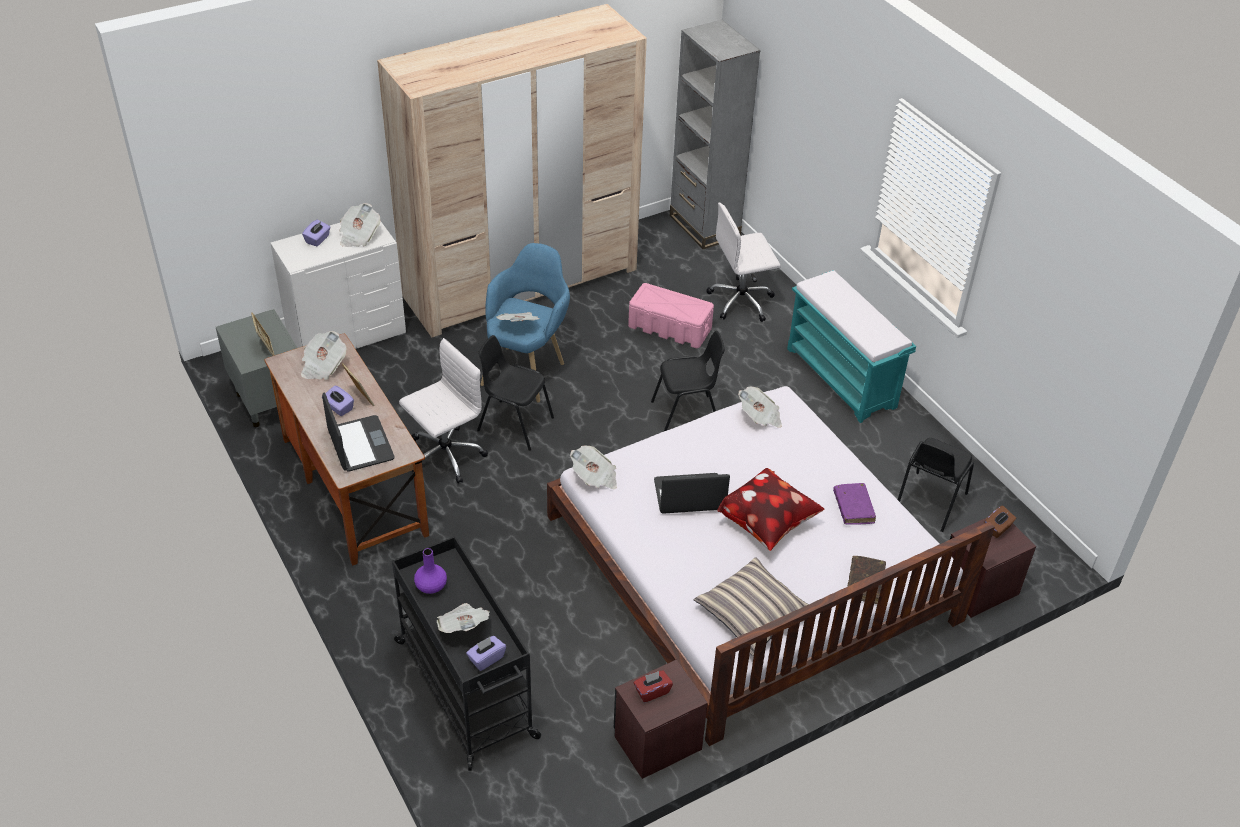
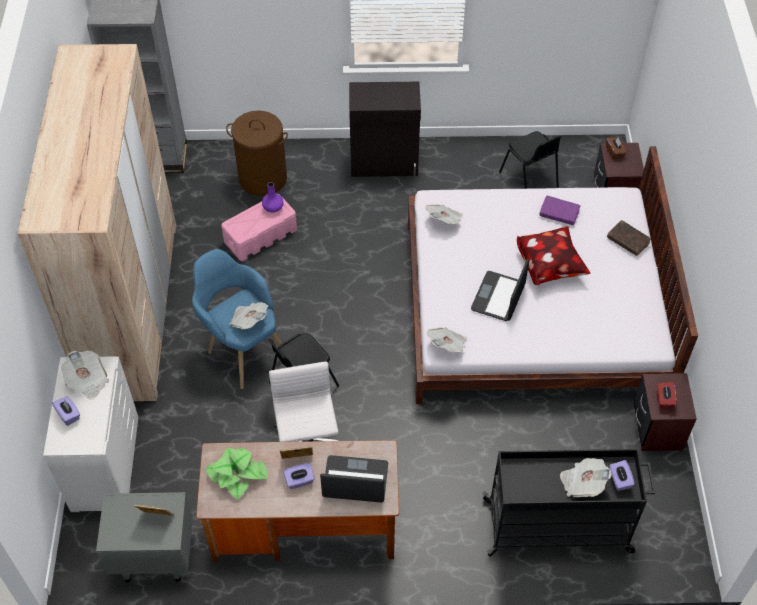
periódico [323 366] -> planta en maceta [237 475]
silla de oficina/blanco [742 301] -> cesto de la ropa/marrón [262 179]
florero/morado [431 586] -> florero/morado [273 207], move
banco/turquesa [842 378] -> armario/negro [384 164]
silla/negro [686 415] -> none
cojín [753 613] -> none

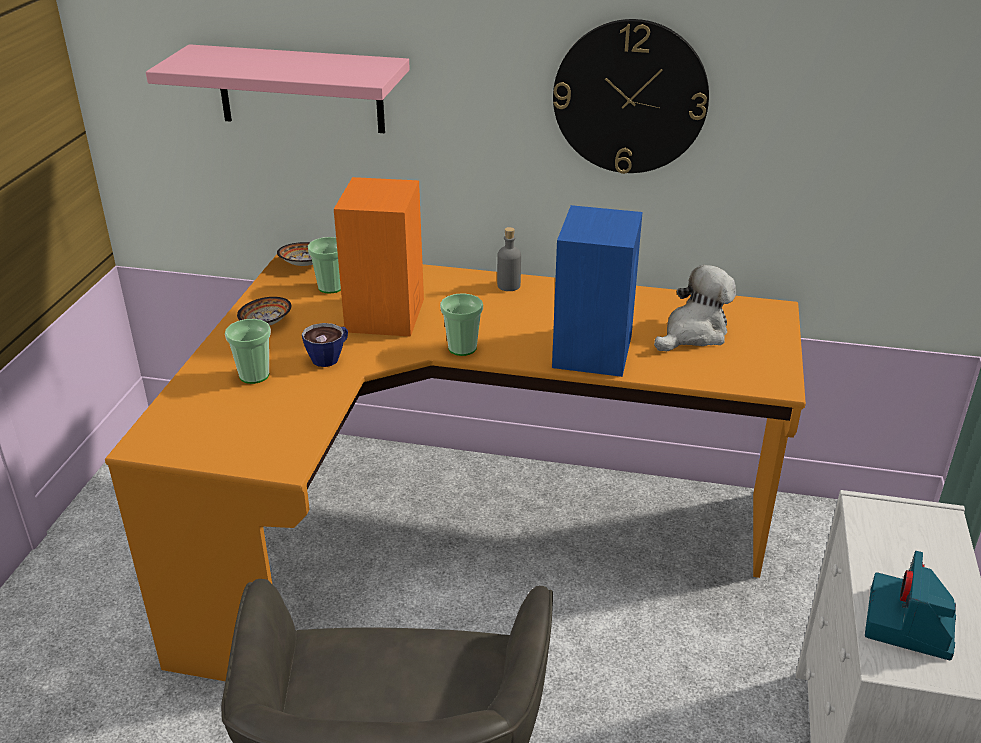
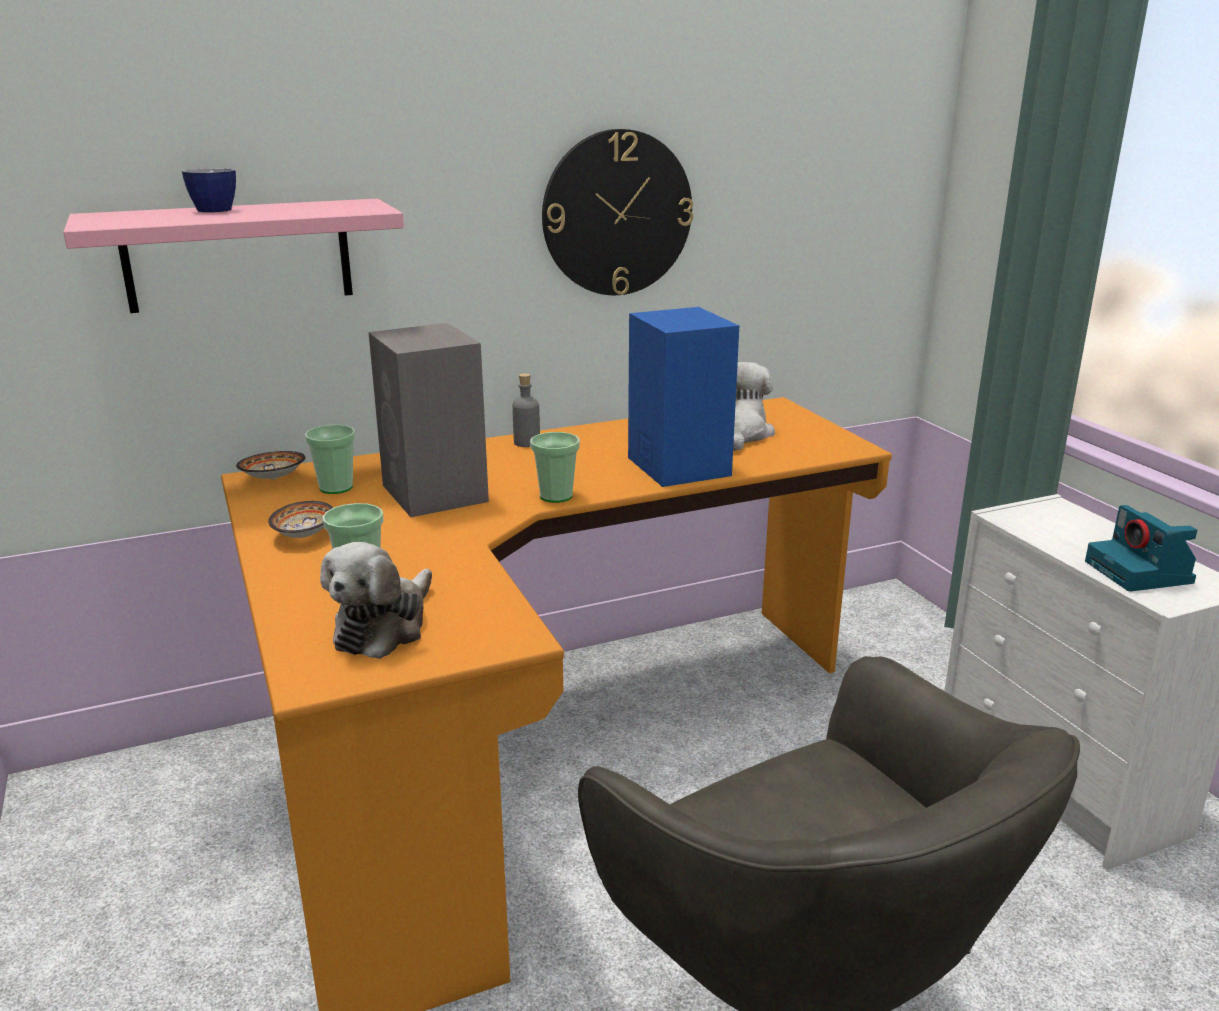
taza [330 357] -> taza [217 209], move
none -> peluche [384 627]
altavoz/naranja [384 316] -> altavoz/gris [435 494]

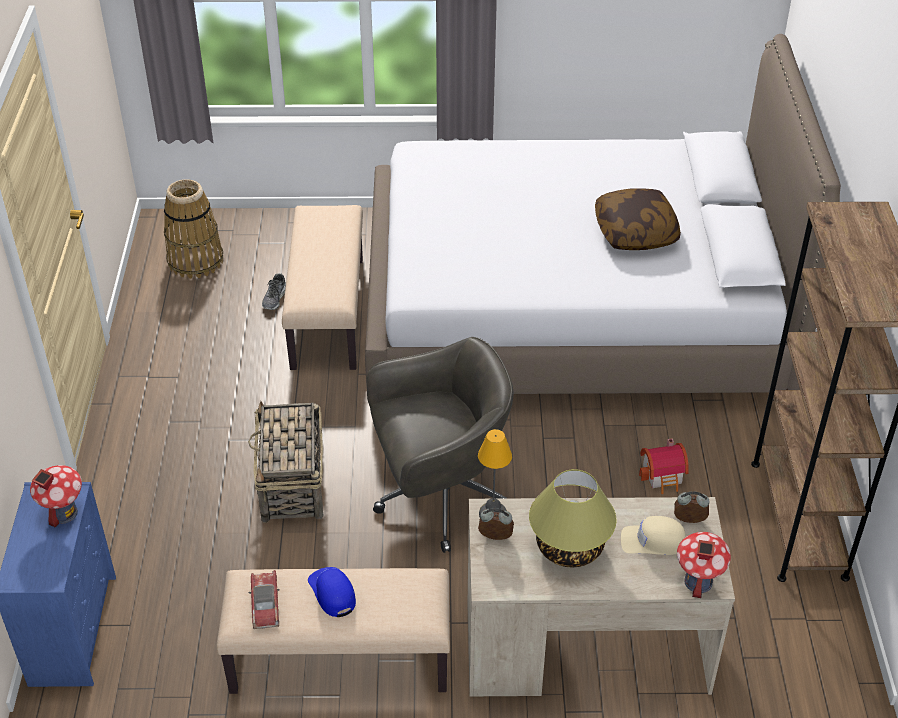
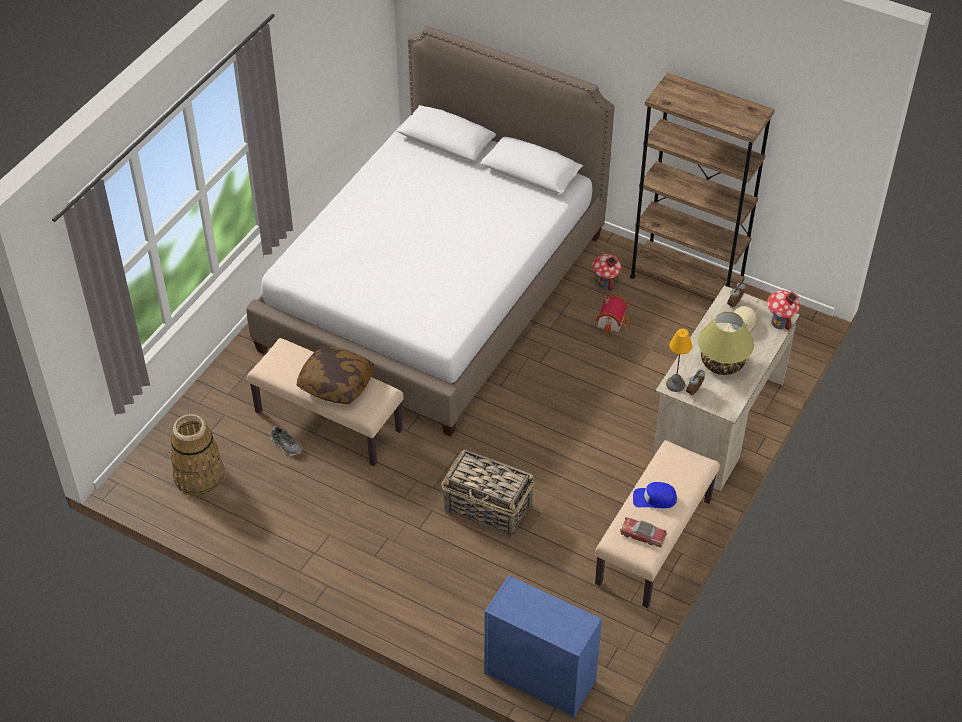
cojín [635 232] -> cojín [336 383], move
casita [63 513] -> casita [605 283], move
silla de oficina/gris [440 497] -> none

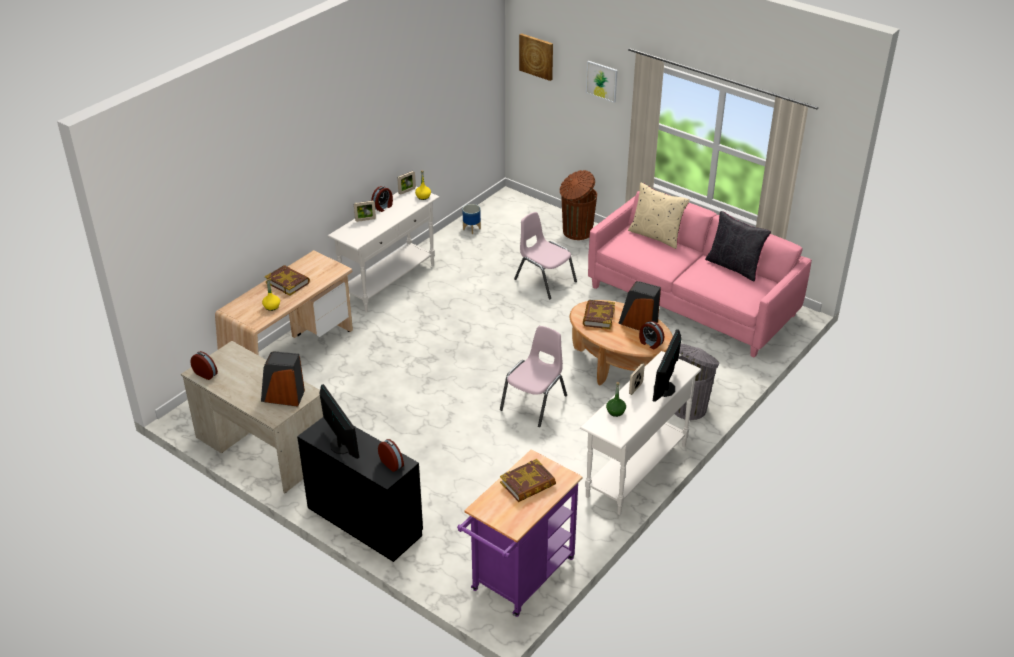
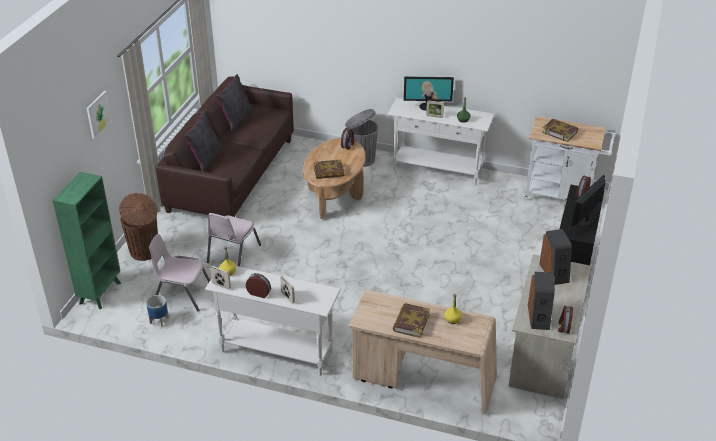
none -> estantería/verde [101 292]
silla/rosa [534 403] -> silla/rosa [182 294], move
sofá/rosa [692 301] -> sofá/marrón [232 175]
cojín/beis [656 236] -> cojín/negro [206 159]
carrito/morado [519 579] -> carrito/blanco [563 196]
altavoz [638 323] -> altavoz [539 316], move
cuadro [537 56] -> none

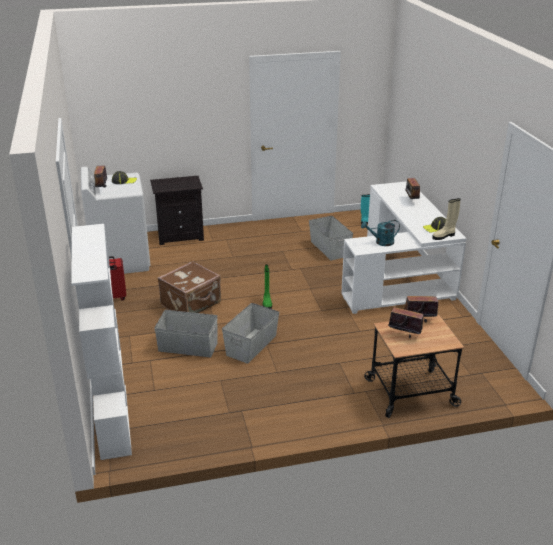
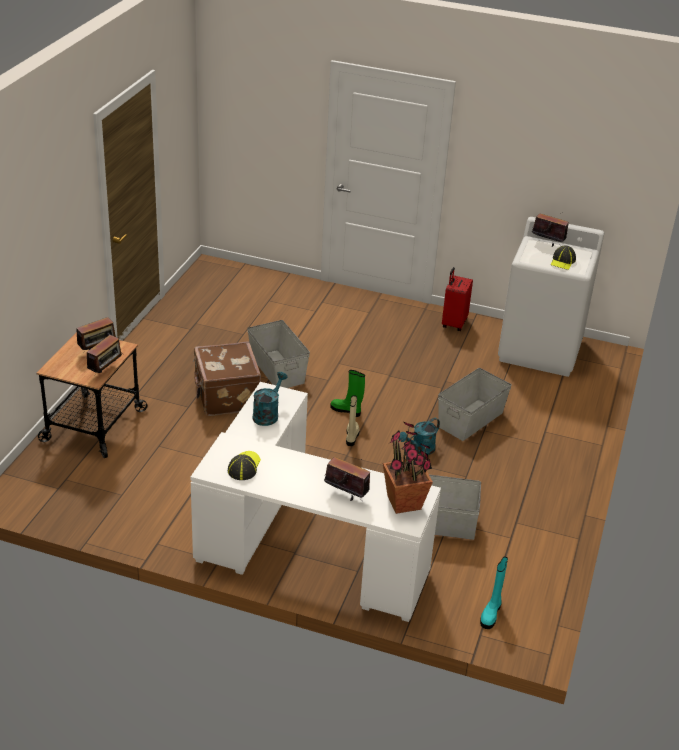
maleta/marrón [192 304] -> maleta/marrón [226 396], move
bota/beis [444 236] -> bota/beis [351 436], move
none -> planta en maceta [404 503]
none -> regadera/turquesa [420 449]
caja de almacenaje/gris [188 347] -> caja de almacenaje/gris [470 419], move
estantería/blanco [113 420] -> none
mesita de noche/negro [180 236] -> none

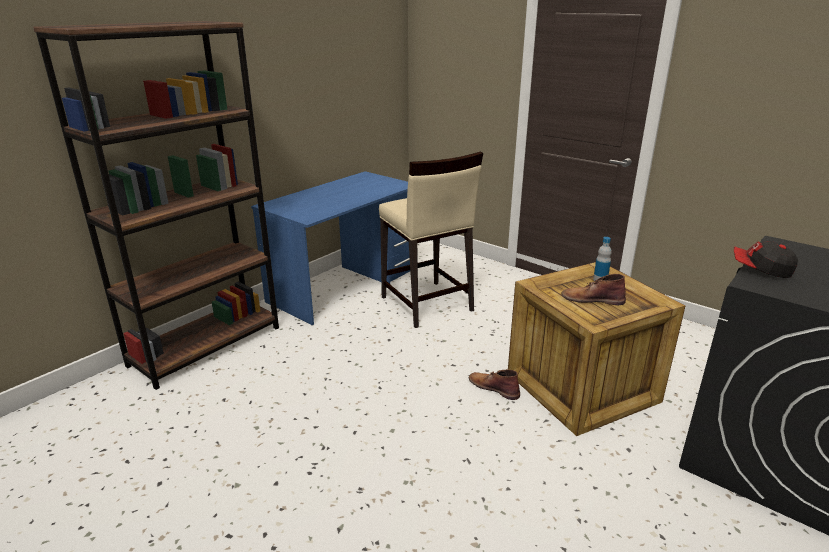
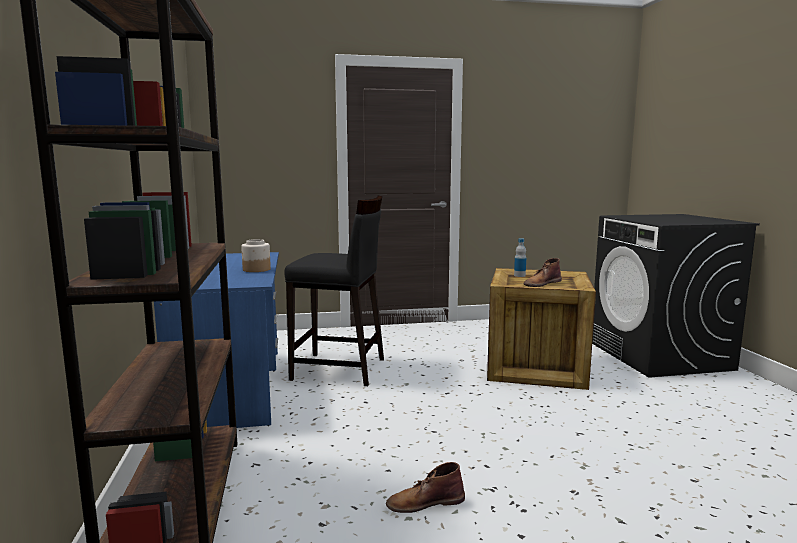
none -> tarro [256 269]
taburete/beis [426 304] -> taburete/negro [339 369]
bota/marrón [493 387] -> bota/marrón [424 502], move
gorra [760 269] -> none

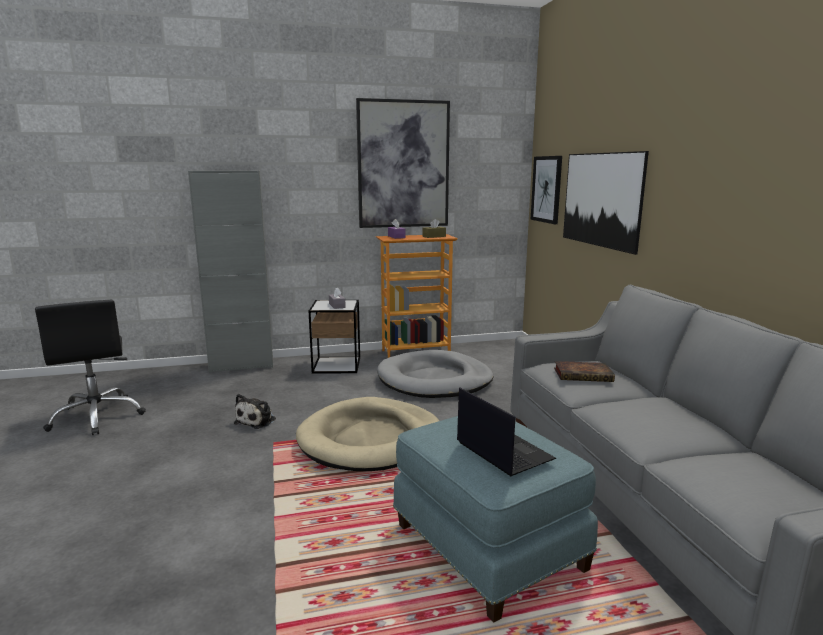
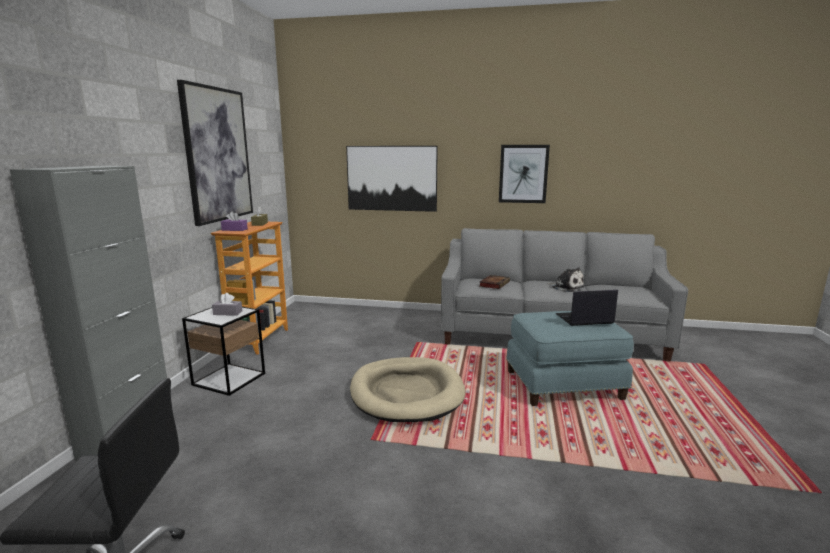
cuadro [546 189] -> cuadro [523 174], move
peluche [257 420] -> peluche [566 287], move
cama para perro/gris [435 380] -> none

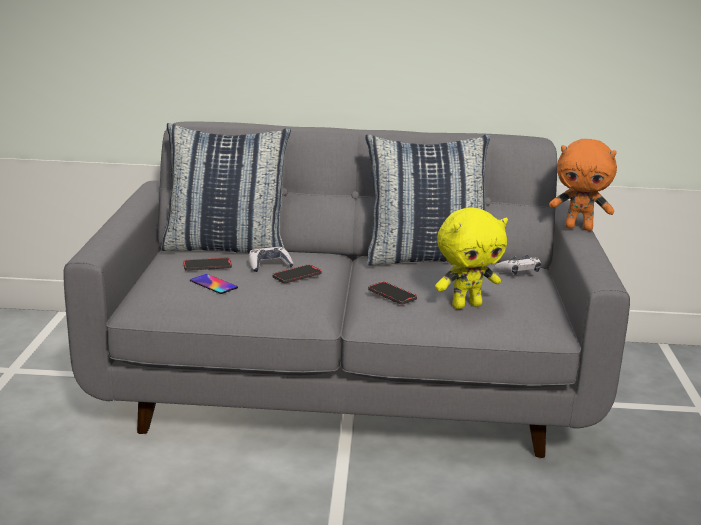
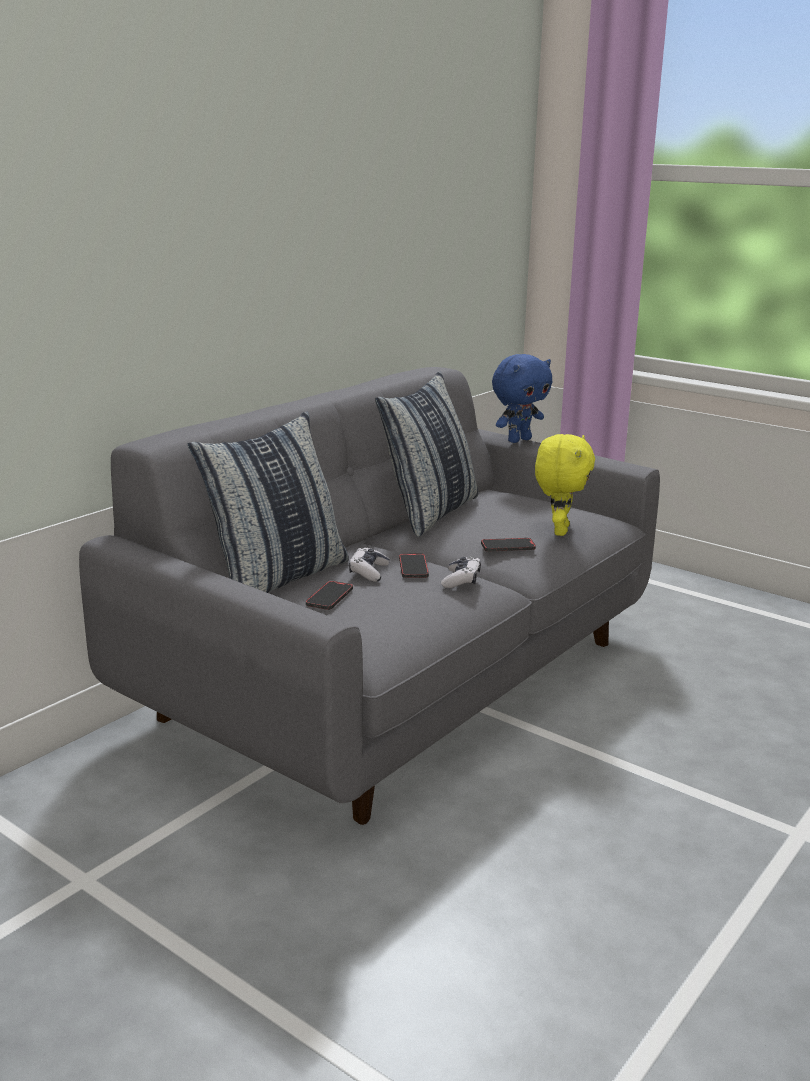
mando de consola [518 272] -> mando de consola [461 580], move
peluche/naranja [579 228] -> peluche/azul [518 440]
móvil [213 284] -> none

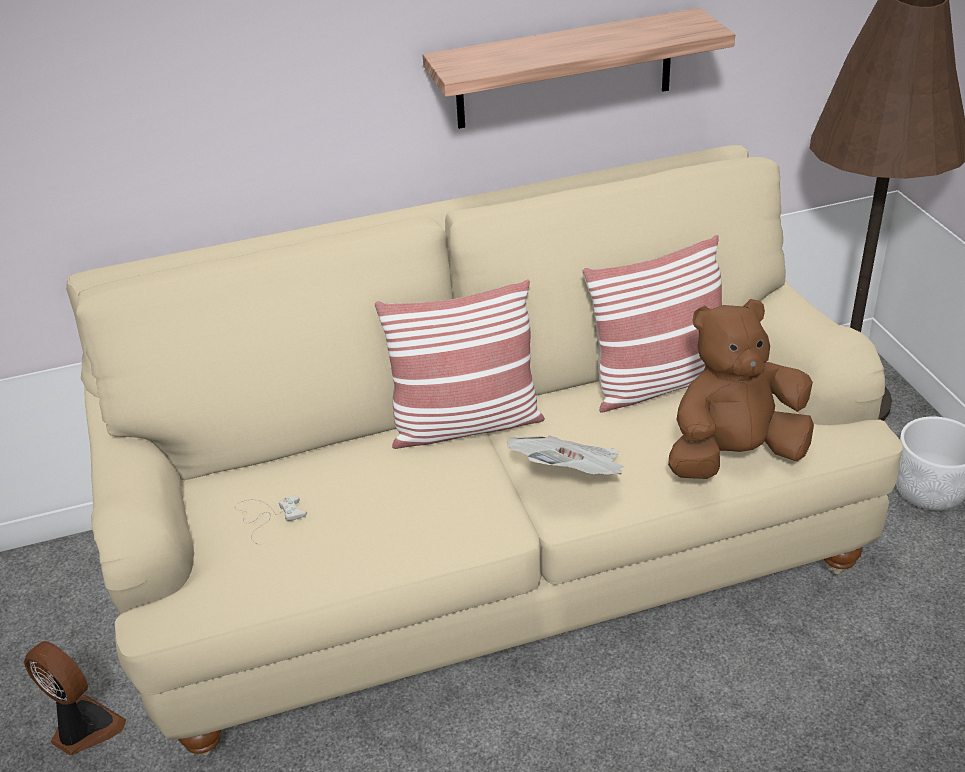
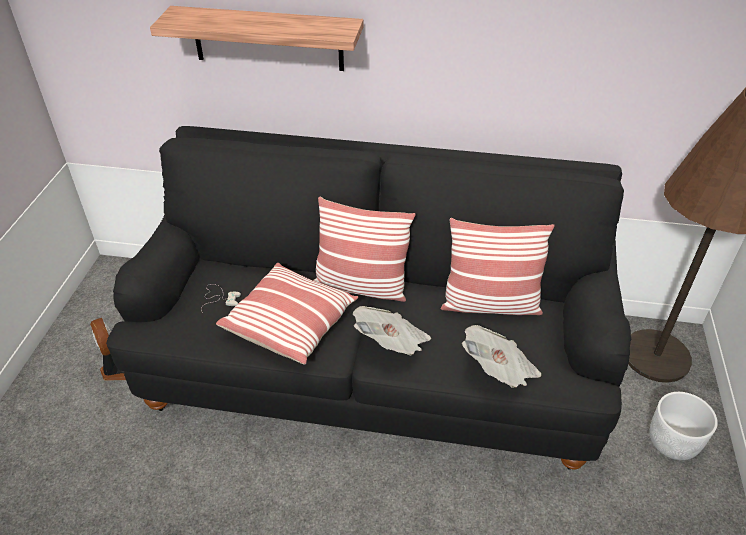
sofá/beis [491 556] -> sofá/negro [373 365]
estante [564 69] -> estante [268 38], move
none -> cojín [290 323]
peluche/marrón [733 455] -> periódico [499 370]

